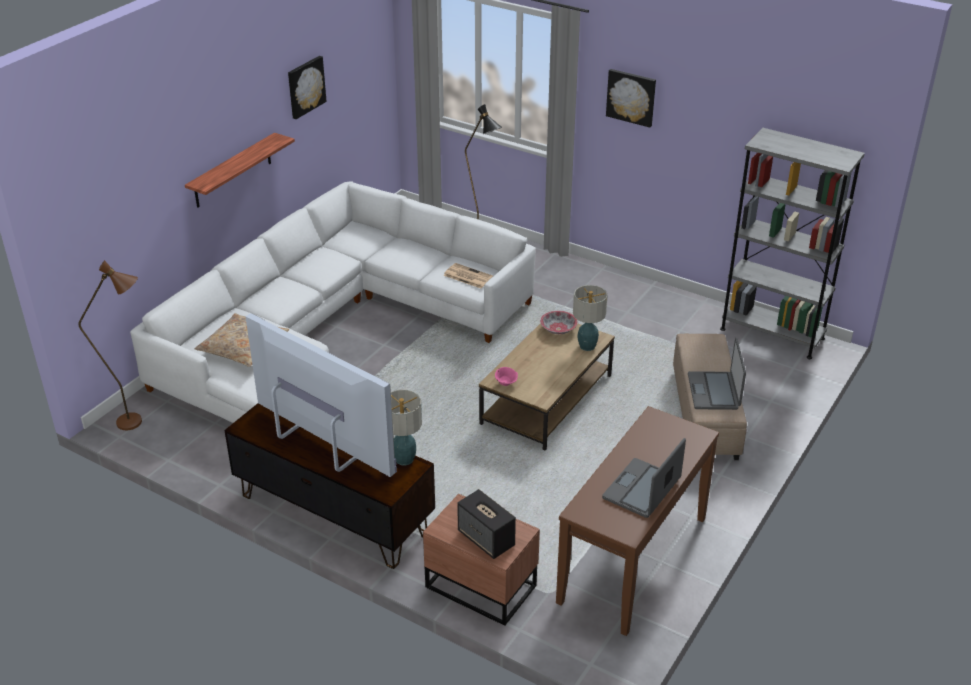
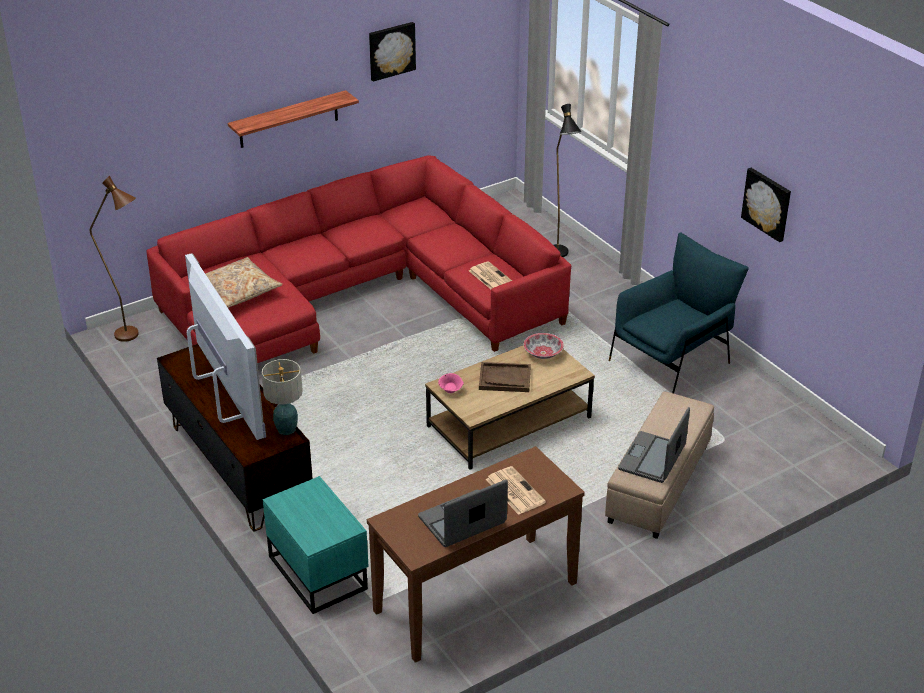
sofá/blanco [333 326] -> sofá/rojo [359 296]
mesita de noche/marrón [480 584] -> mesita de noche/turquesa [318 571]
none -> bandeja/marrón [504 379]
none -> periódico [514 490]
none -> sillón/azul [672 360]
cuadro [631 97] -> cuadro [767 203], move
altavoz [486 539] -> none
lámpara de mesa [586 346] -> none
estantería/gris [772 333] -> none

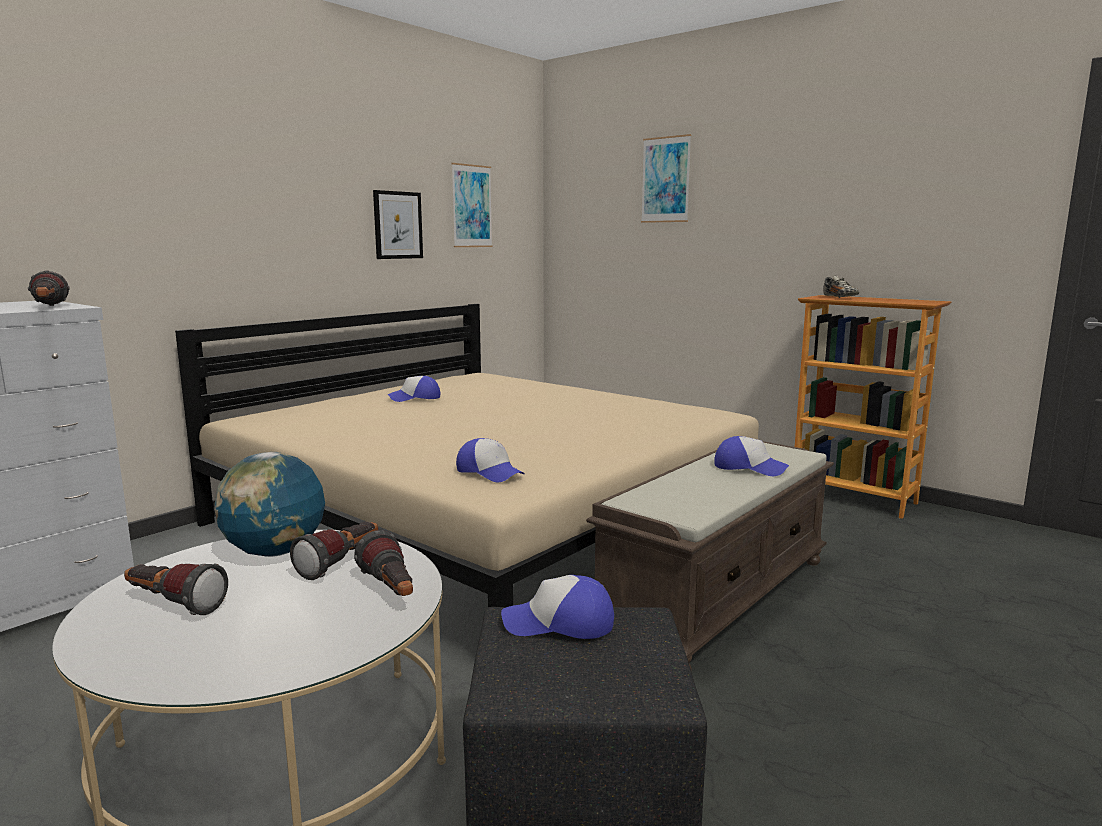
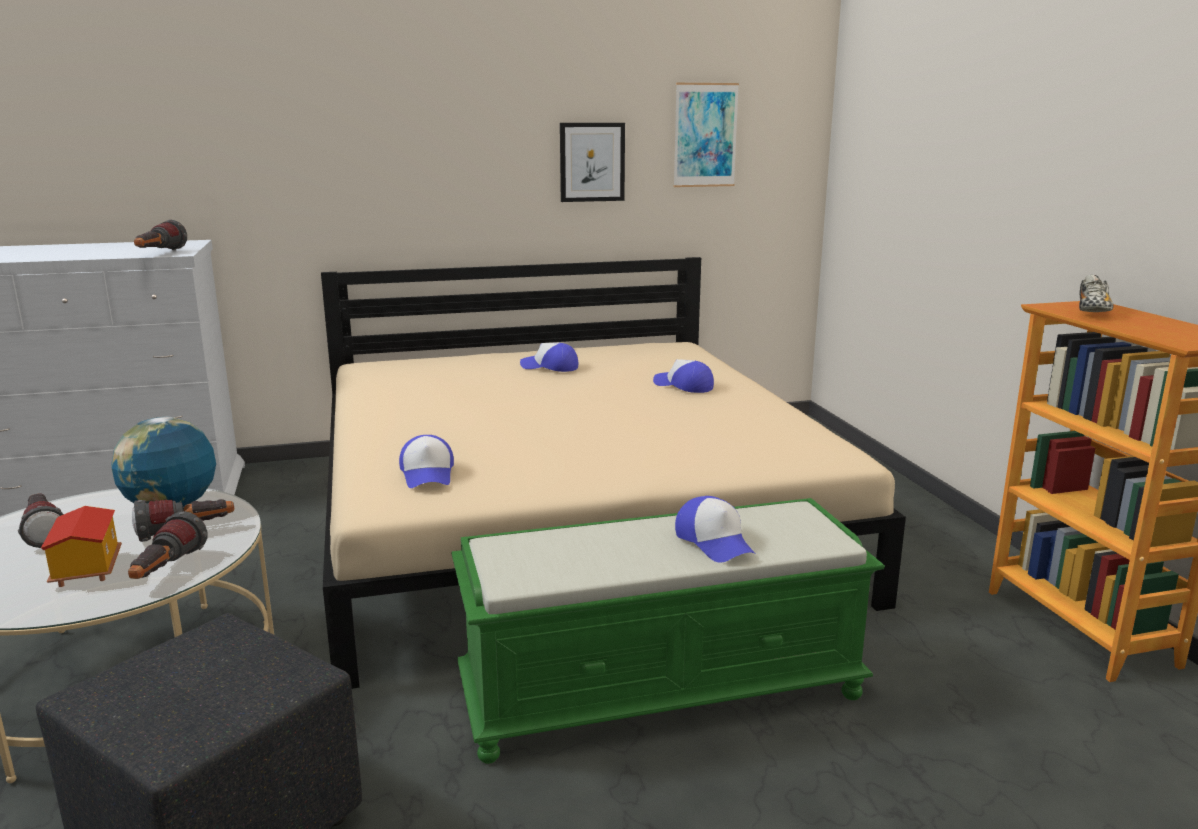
none -> casita [86 569]
banco/marrón [716 596] -> banco/verde [662 690]
gorra [559 623] -> gorra [683 386], move
cuadro [665 180] -> none

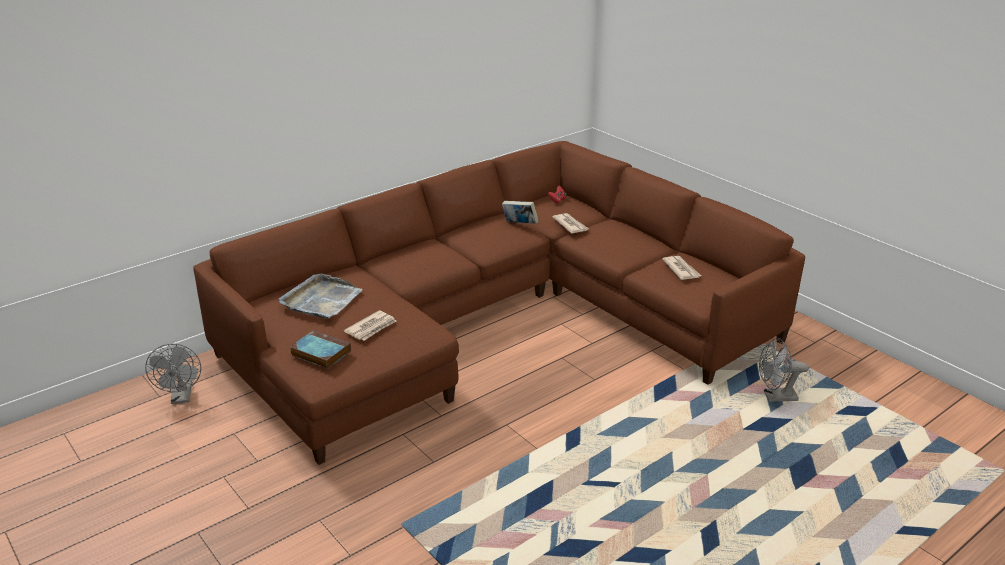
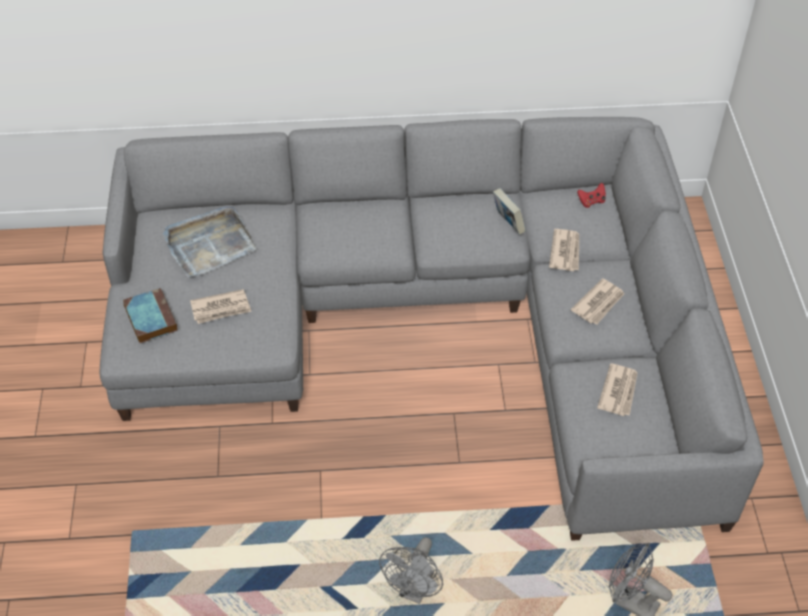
sofá/marrón [493 321] -> sofá/gris [430 322]
ventilador/gris [181 398] -> ventilador/gris [414 590], move
none -> periódico [599 303]

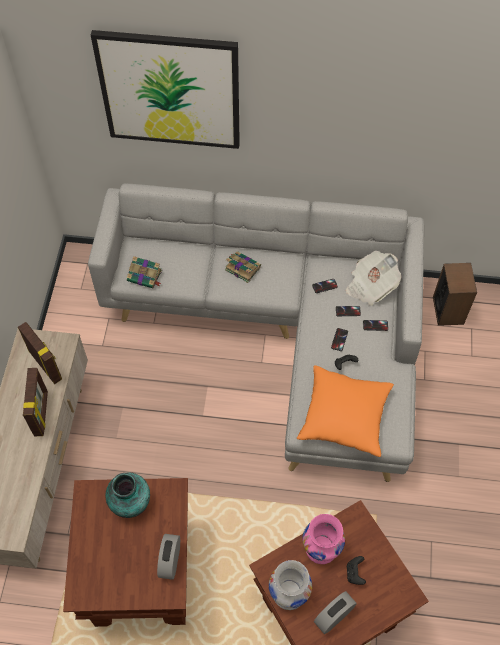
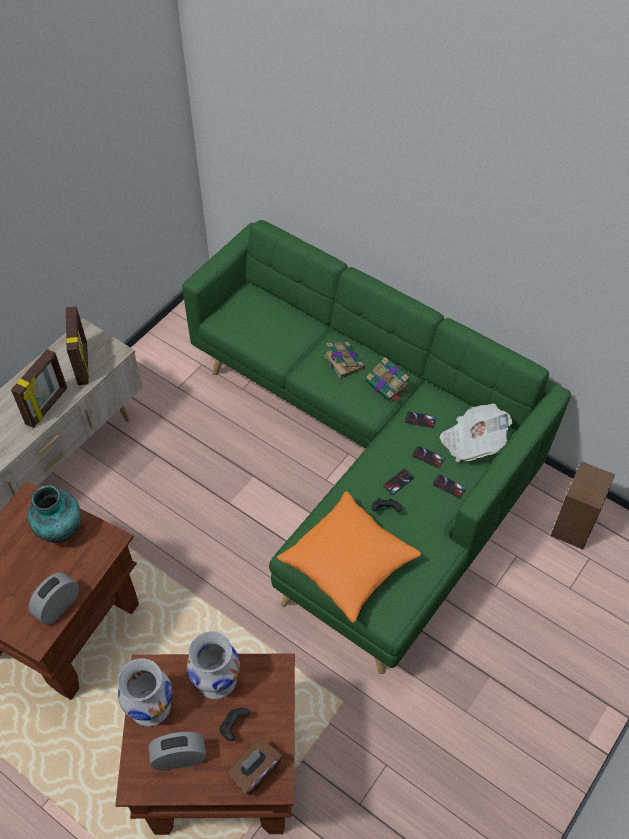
sofá/gris [285 338] -> sofá/verde [367 468]
florero/rosa [320 548] -> florero/blanco [216 679]
none -> caja de pañuelos/marrón [255 771]
libro [145 276] -> libro [388 385], move
cuadro [170 90] -> none

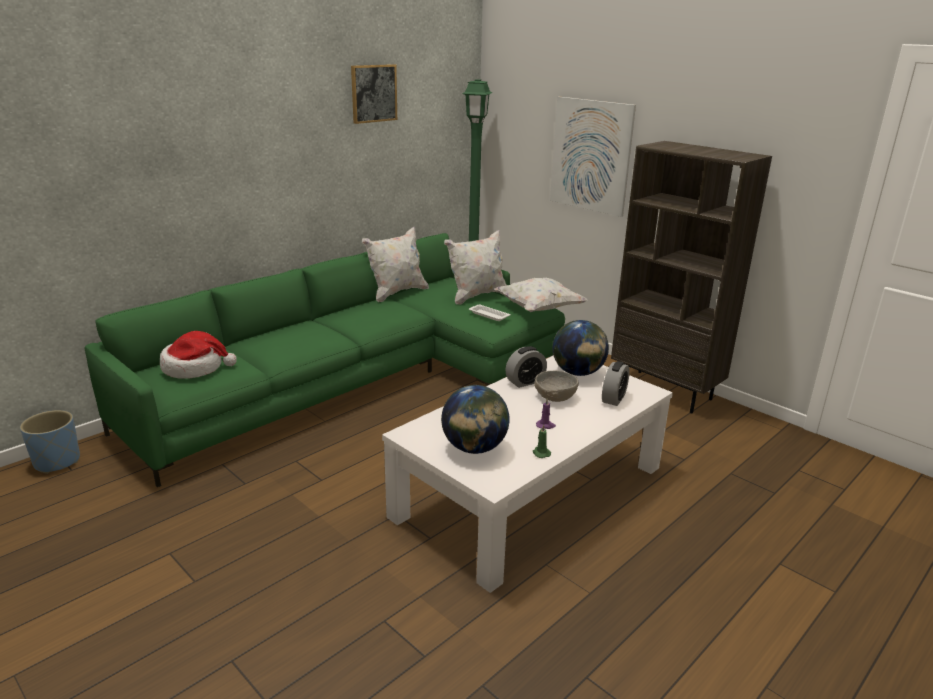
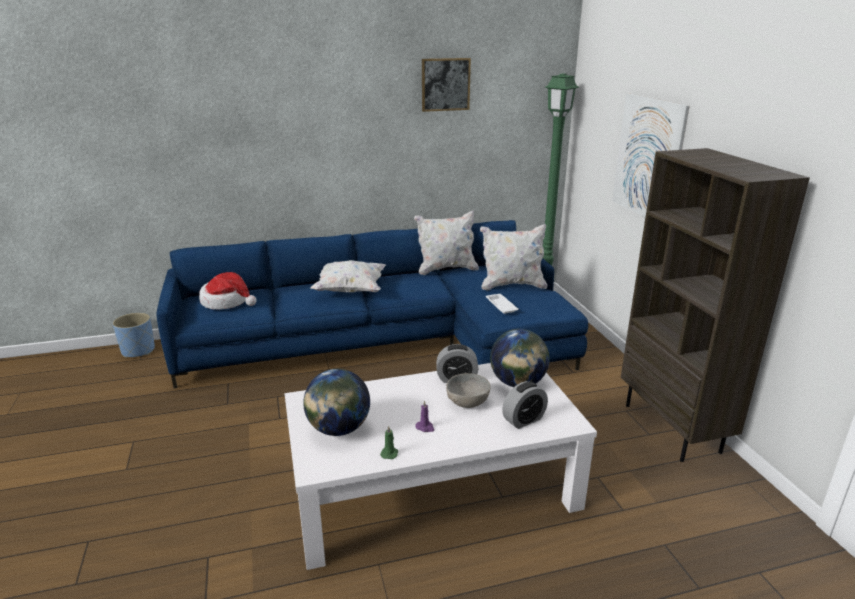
sofá/verde [361 381] -> sofá/azul [388 342]
cojín/blanco [538 309] -> cojín/blanco [350 290], move

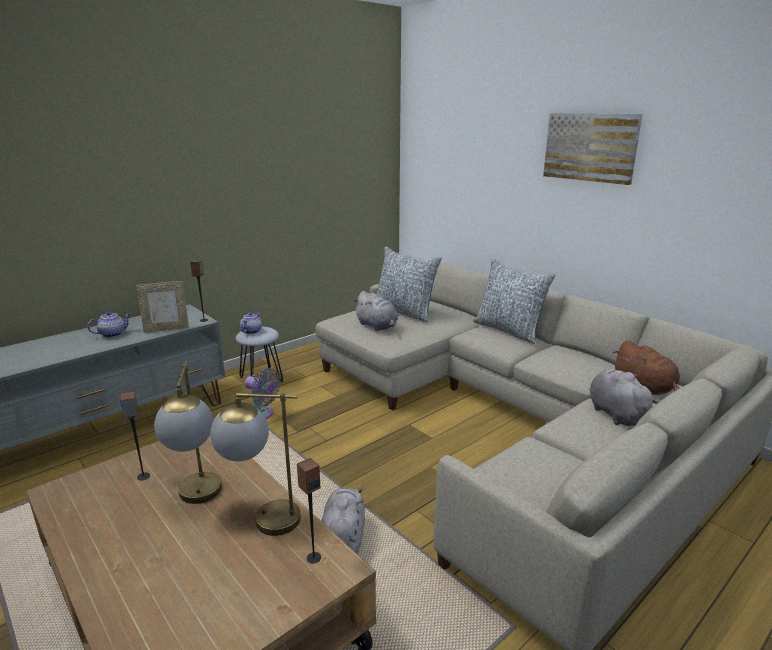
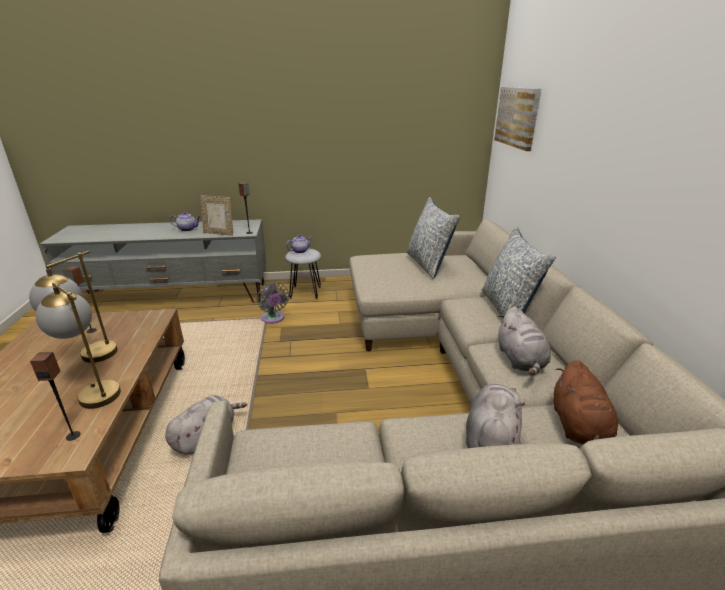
cuadro [590 147] -> cuadro [517 117], move
peluche/gris [377 326] -> peluche/gris [520 360], move

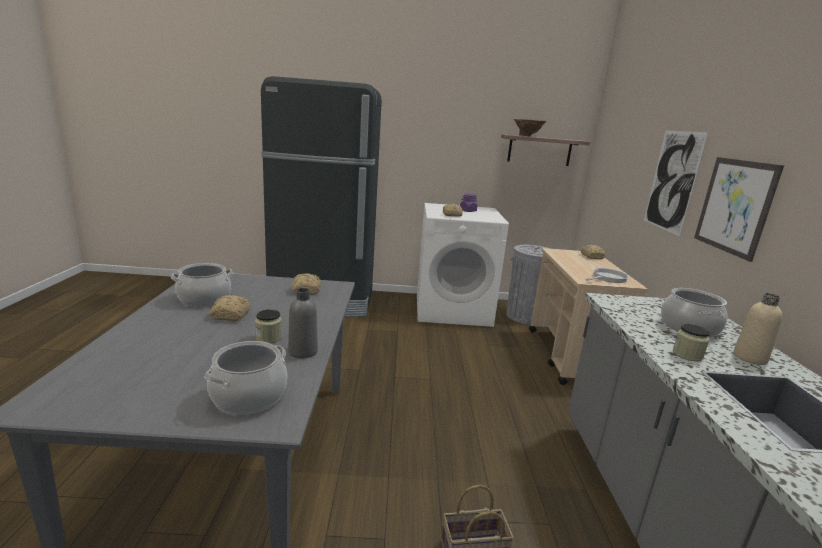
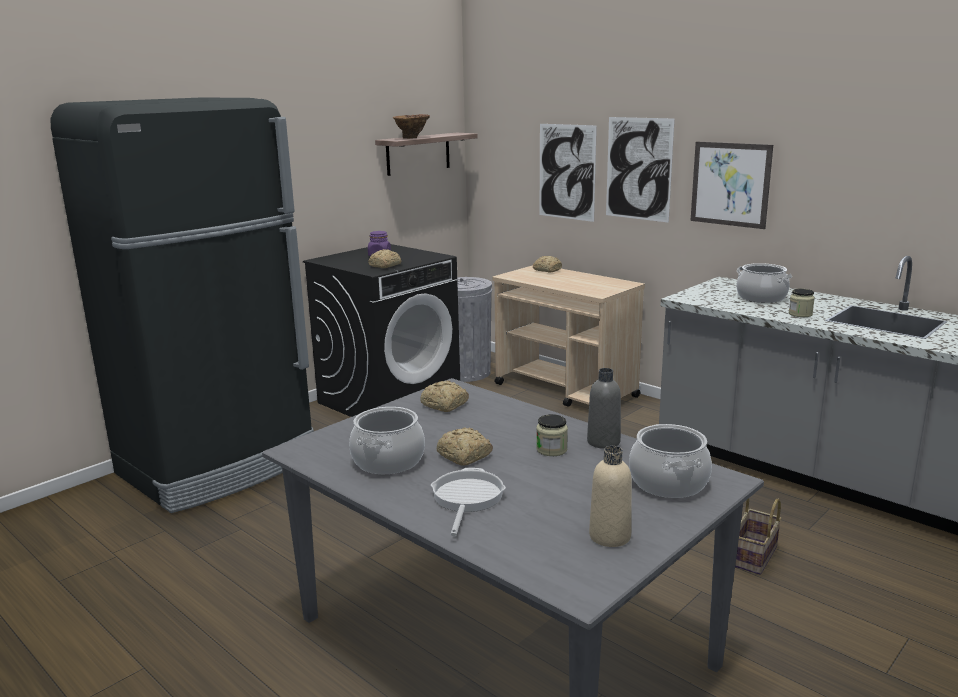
lavadora/blanco [453 310] -> lavadora/negro [389 399]
sartén [607 278] -> sartén [466 498], move
none -> cuadro [566 172]
botella/beis [749 358] -> botella/beis [610 536], move

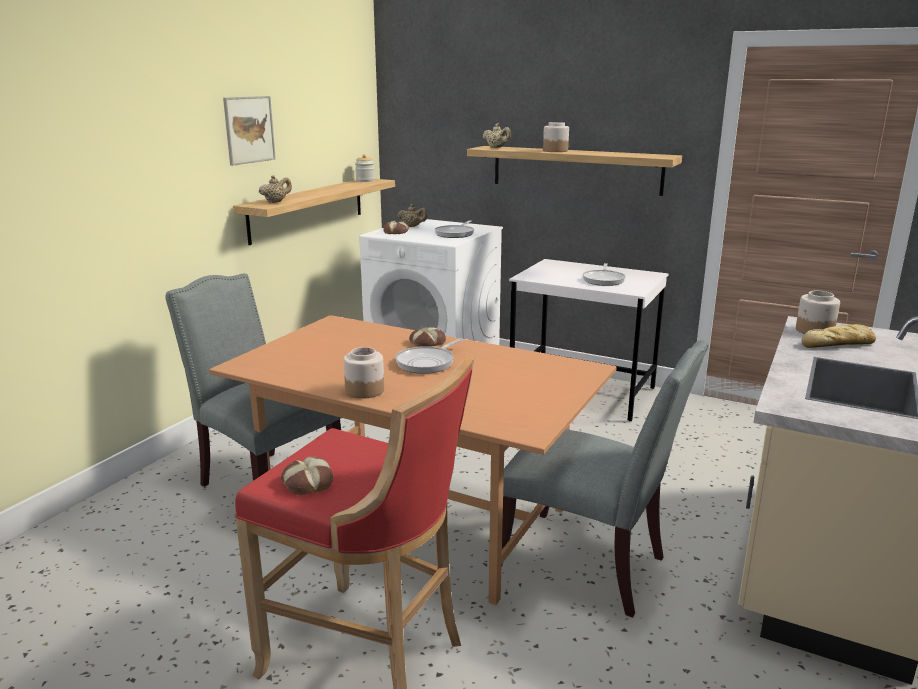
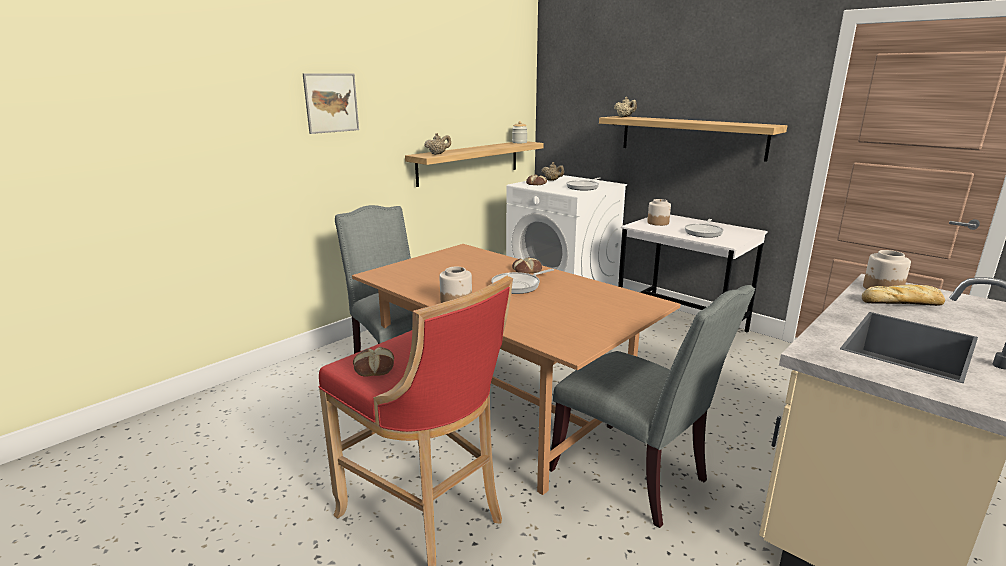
cuadro [249 129] -> cuadro [331 103], move
tarro [555 151] -> tarro [658 223], move

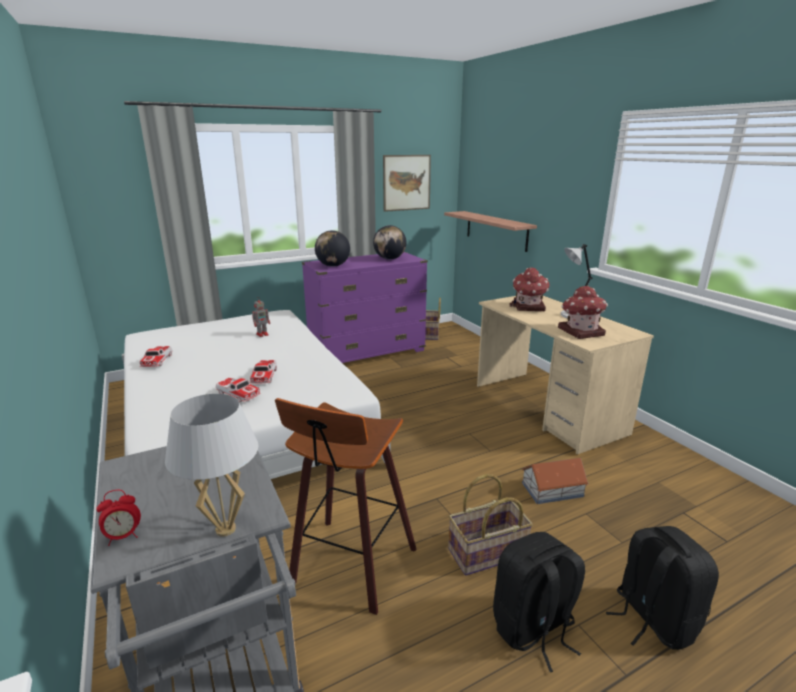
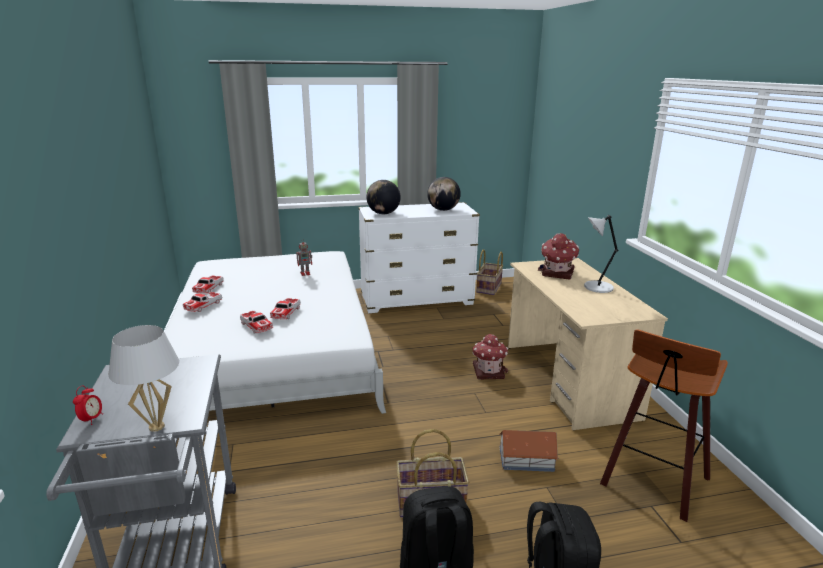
despertador [123 536] -> despertador [91 419], 75 degrees counterclockwise
none -> coche de juguete [203 306]
cómoda/morado [367 353] -> cómoda/blanco [417 300]
casita [580 331] -> casita [488 371], move
taburete [350 567] -> taburete [651 482], move
cuadro [406 182] -> none
estante [496 230] -> none

